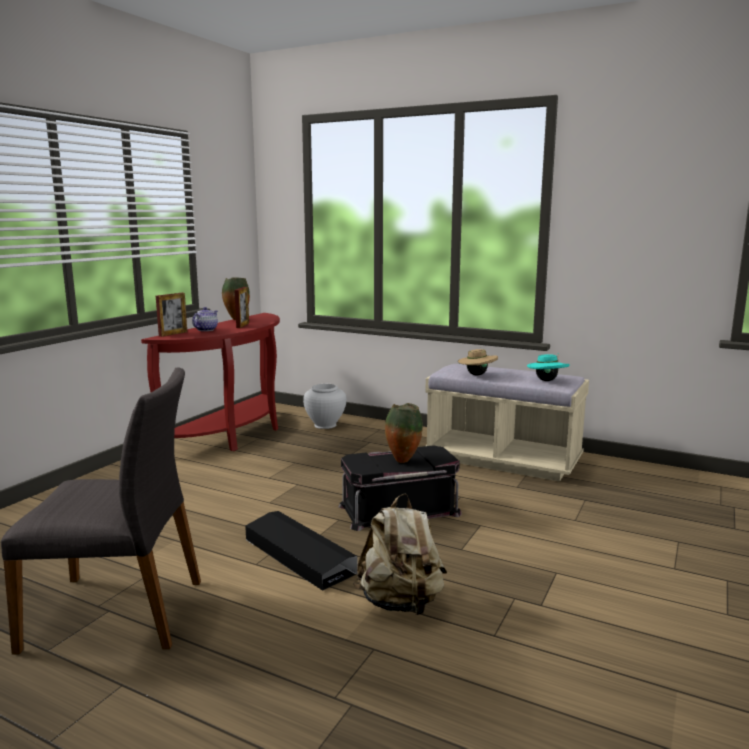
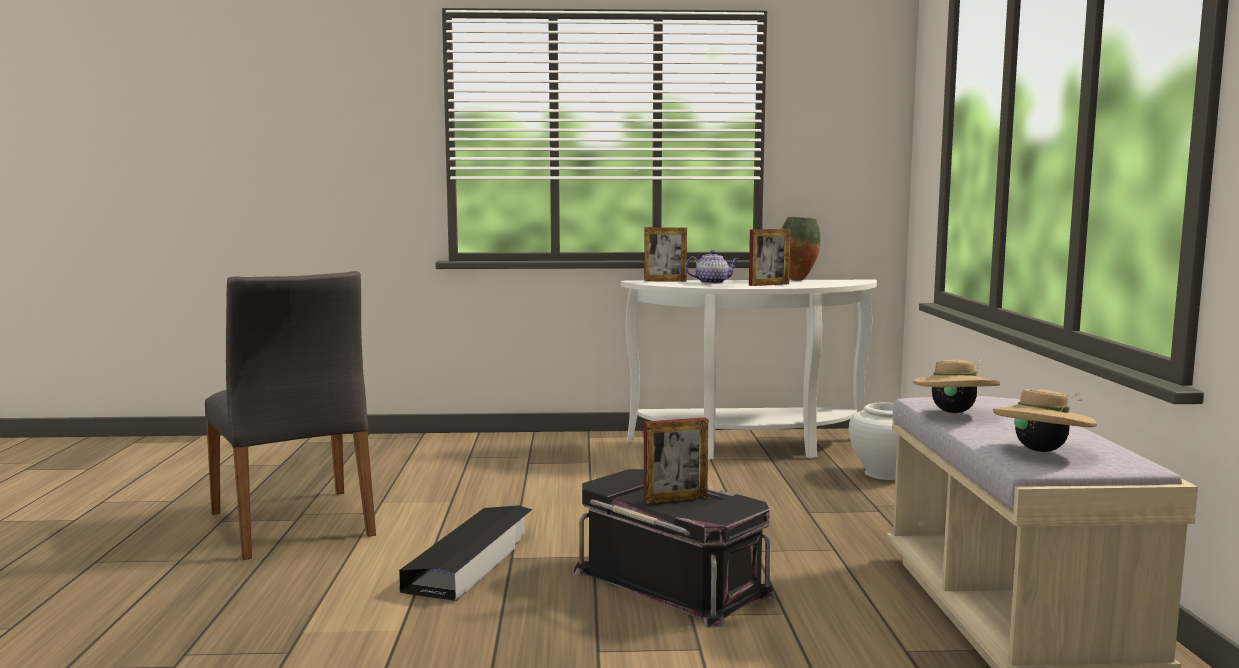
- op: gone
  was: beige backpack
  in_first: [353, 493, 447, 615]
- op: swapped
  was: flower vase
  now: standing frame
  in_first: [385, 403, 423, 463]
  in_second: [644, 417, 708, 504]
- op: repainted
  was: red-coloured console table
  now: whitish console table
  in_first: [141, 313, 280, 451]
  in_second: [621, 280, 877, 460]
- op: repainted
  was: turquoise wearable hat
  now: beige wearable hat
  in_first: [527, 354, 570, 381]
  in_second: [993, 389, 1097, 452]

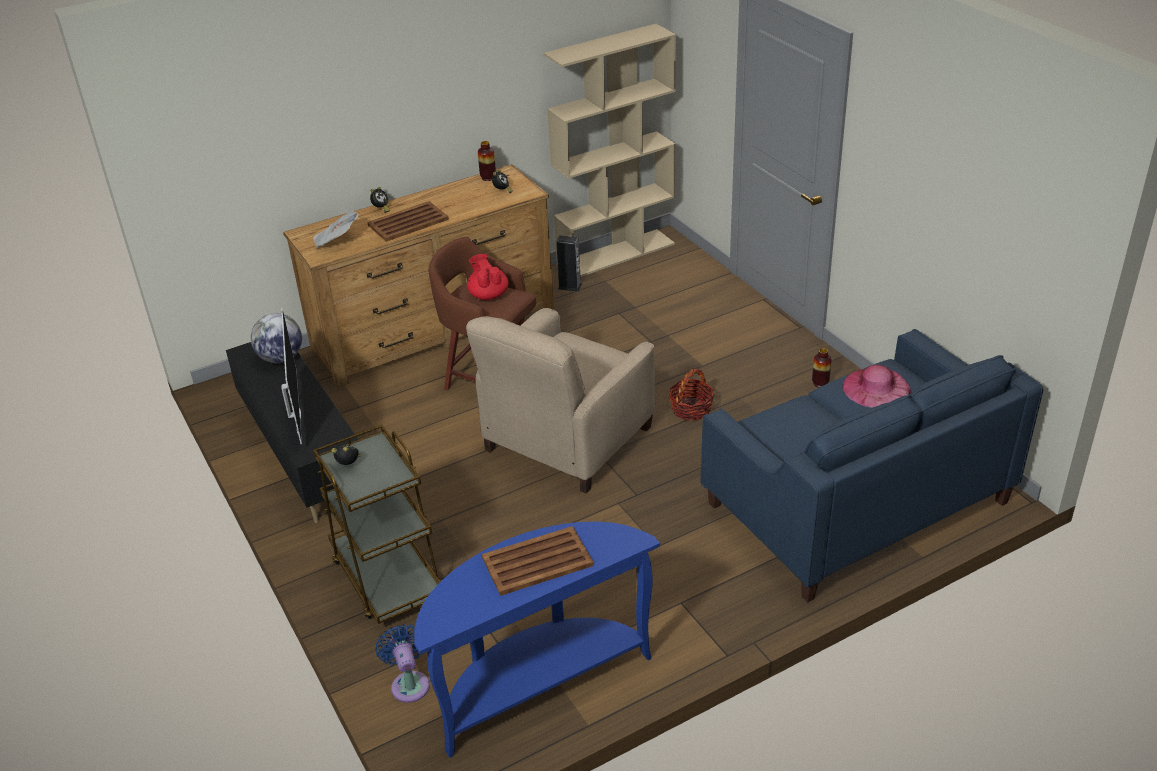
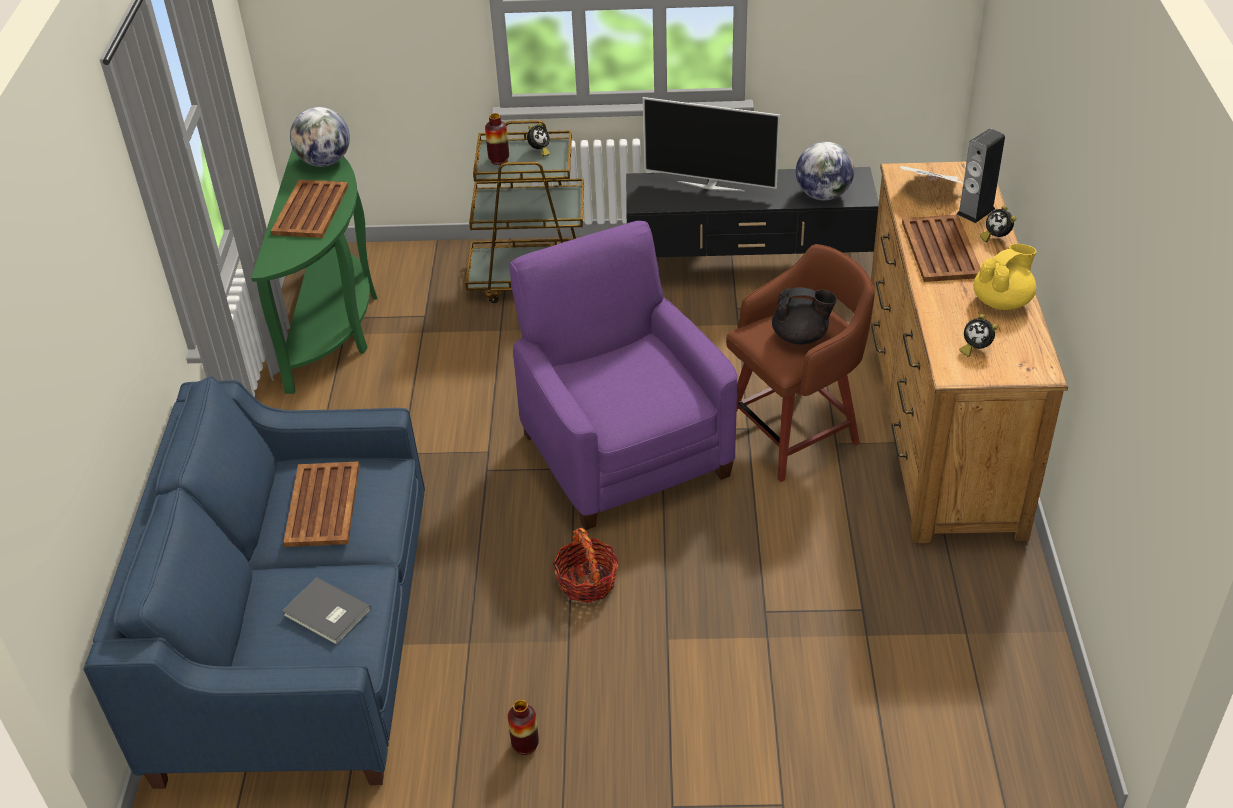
- op: gone
  was: blue-coloured fan
  in_first: [375, 624, 430, 703]
- op: gone
  was: beige shelving unit
  in_first: [544, 24, 676, 277]
- op: new
  now: brownish tray
  in_second: [283, 461, 359, 547]
- op: new
  now: globe
  in_second: [290, 107, 350, 167]
- op: new
  now: yellow teapot
  in_second: [973, 244, 1037, 310]
- op: shifted
  was: flower vase
  in_first: [478, 141, 496, 181]
  in_second: [485, 113, 509, 165]
- op: shifted
  was: audio speaker
  in_first: [556, 235, 582, 292]
  in_second: [957, 128, 1005, 223]
- op: swapped
  was: pink wearable hat
  now: gray bound book
  in_first: [842, 365, 911, 408]
  in_second: [282, 577, 371, 645]
- op: repainted
  was: blue-coloured console table
  now: green console table
  in_first: [414, 521, 660, 758]
  in_second: [251, 148, 377, 394]
- op: repainted
  was: beige easy chair
  now: purple-coloured easy chair
  in_first: [466, 308, 655, 493]
  in_second: [510, 221, 737, 530]
- op: repainted
  was: red-coloured teapot
  now: black-coloured teapot
  in_first: [467, 254, 509, 300]
  in_second: [772, 287, 837, 344]

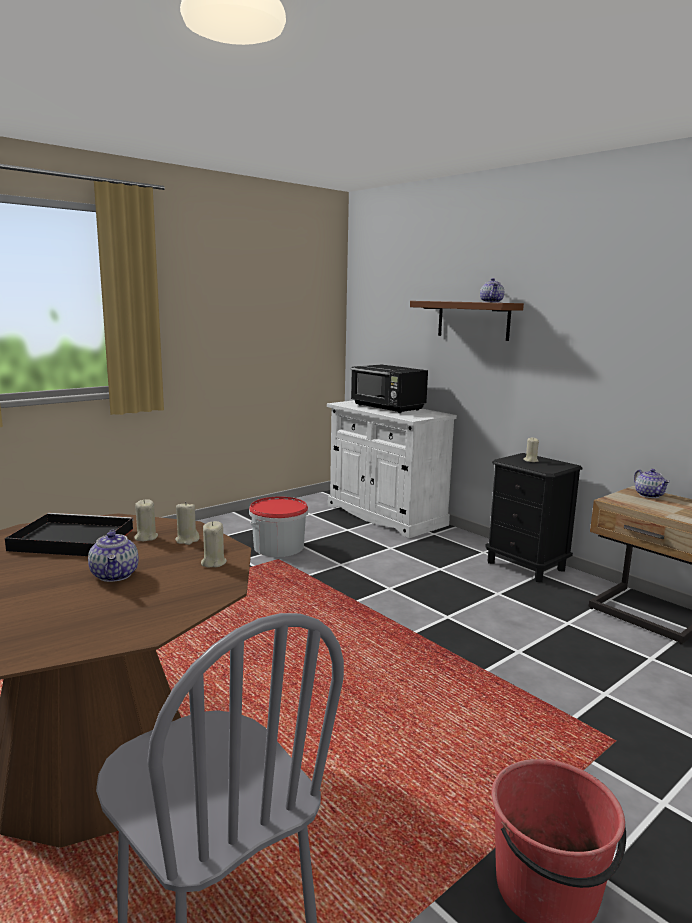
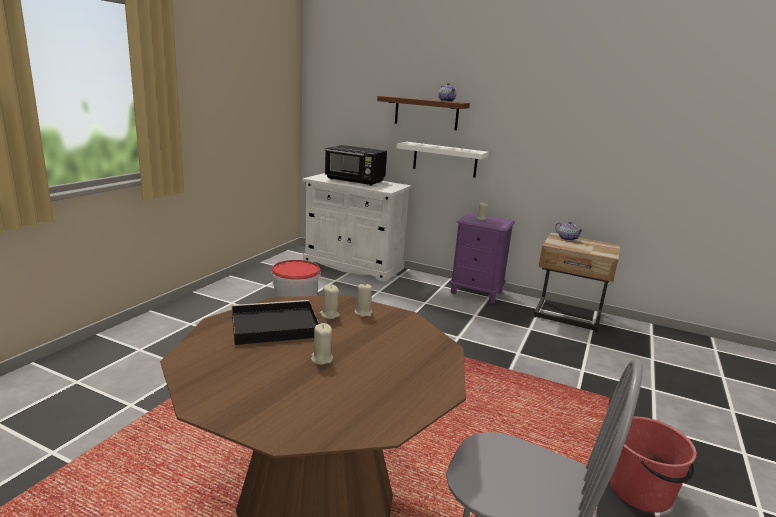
- op: gone
  was: teapot
  in_first: [88, 530, 139, 582]
- op: new
  now: whitish wall shelf
  in_second: [397, 142, 489, 178]
- op: shifted
  was: beige candle
  in_first: [201, 521, 227, 568]
  in_second: [311, 323, 333, 365]
- op: repainted
  was: black-coloured nightstand
  now: purple-coloured nightstand
  in_first: [485, 453, 583, 582]
  in_second: [450, 213, 515, 303]

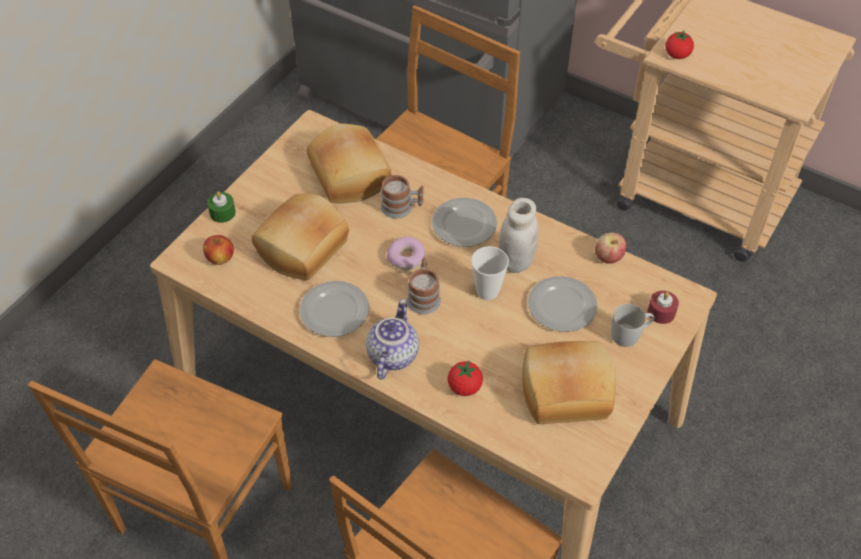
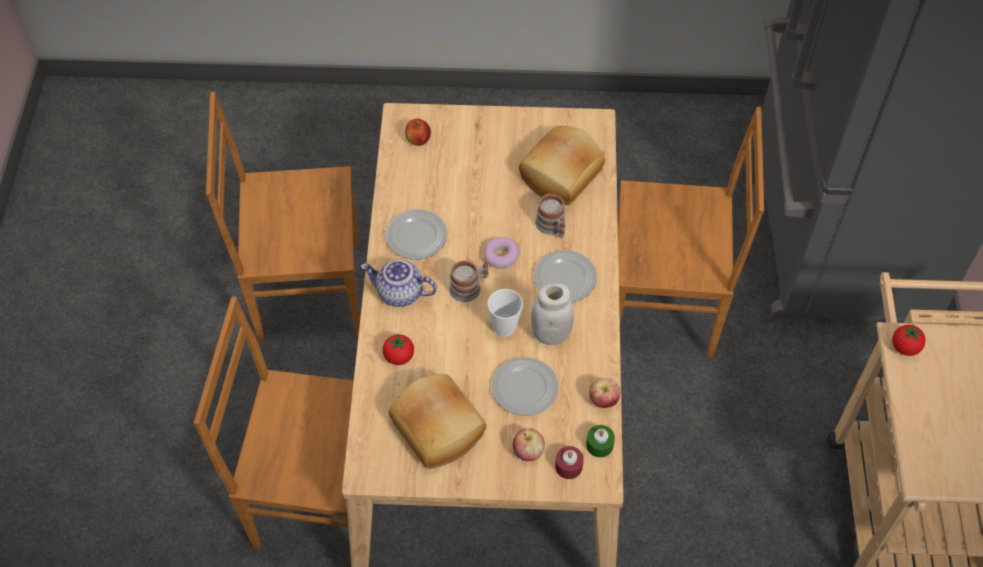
- op: gone
  was: bread
  in_first: [252, 194, 349, 280]
- op: shifted
  was: green candle
  in_first: [207, 192, 236, 223]
  in_second: [586, 425, 615, 458]
- op: swapped
  was: whitish tea mug
  now: apple fruit
  in_first: [611, 304, 654, 347]
  in_second: [513, 428, 545, 461]
- op: rotated
  was: teapot
  in_first: [366, 299, 419, 379]
  in_second: [361, 260, 437, 307]
  clockwise: -150

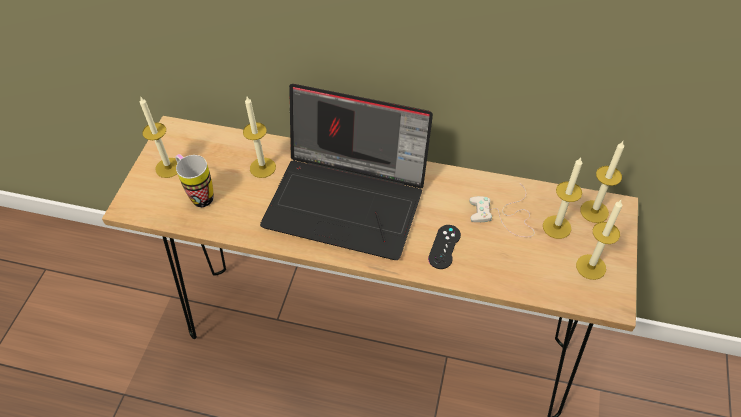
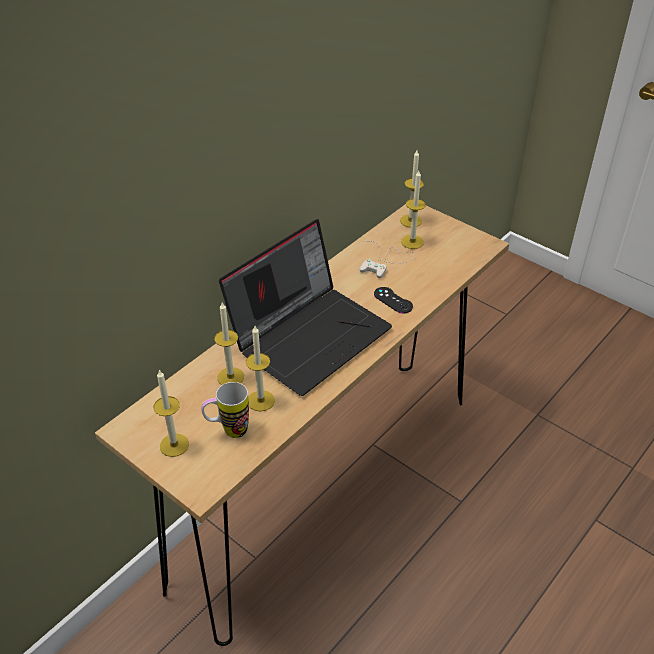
- op: shifted
  was: candle
  in_first: [576, 200, 623, 280]
  in_second: [246, 326, 275, 411]

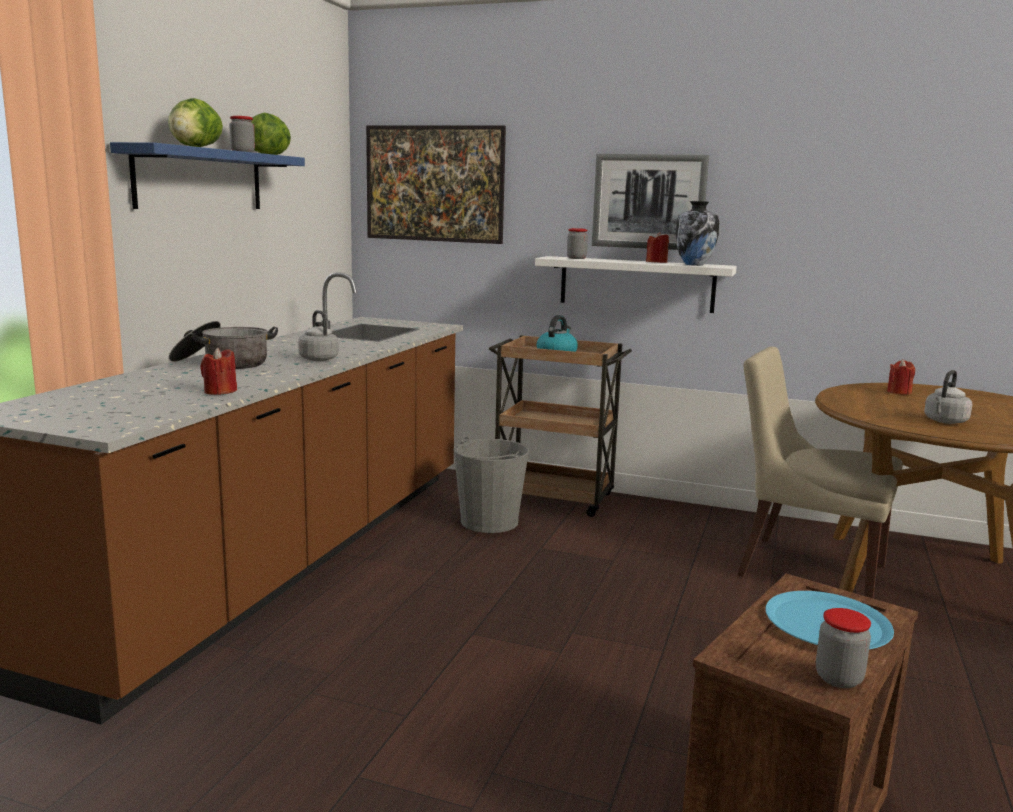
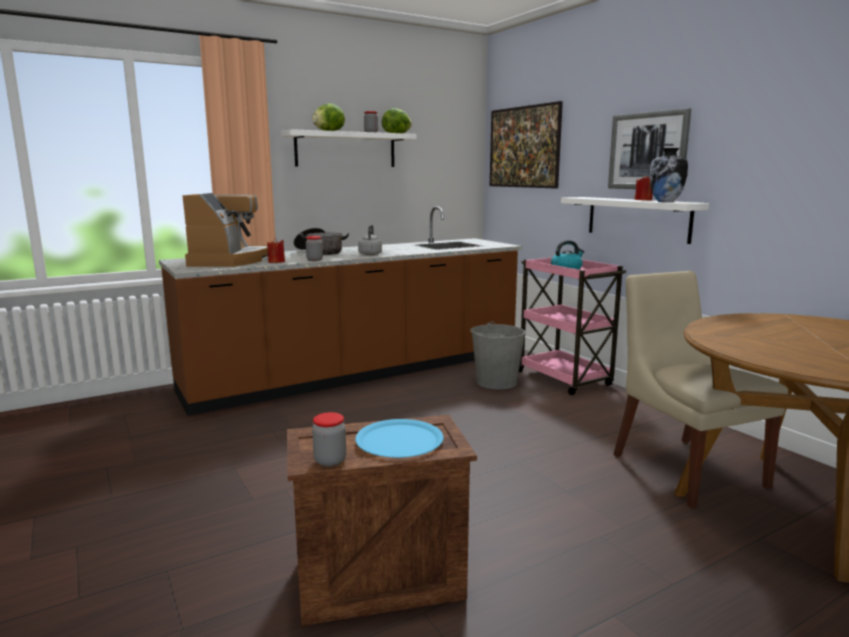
- op: gone
  was: red-coloured candle
  in_first: [887, 359, 915, 395]
- op: gone
  was: gray tea kettle
  in_first: [924, 370, 972, 424]
- op: new
  now: coffee brewer
  in_second: [182, 193, 268, 267]
- op: shifted
  was: preserve jar
  in_first: [567, 228, 588, 259]
  in_second: [306, 236, 323, 261]
- op: repainted
  was: blue-coloured wall shelf
  now: whitish wall shelf
  in_first: [110, 142, 305, 209]
  in_second: [281, 129, 417, 167]
- op: repainted
  was: brownish trolley
  now: pink trolley
  in_first: [489, 335, 632, 517]
  in_second: [519, 258, 626, 395]

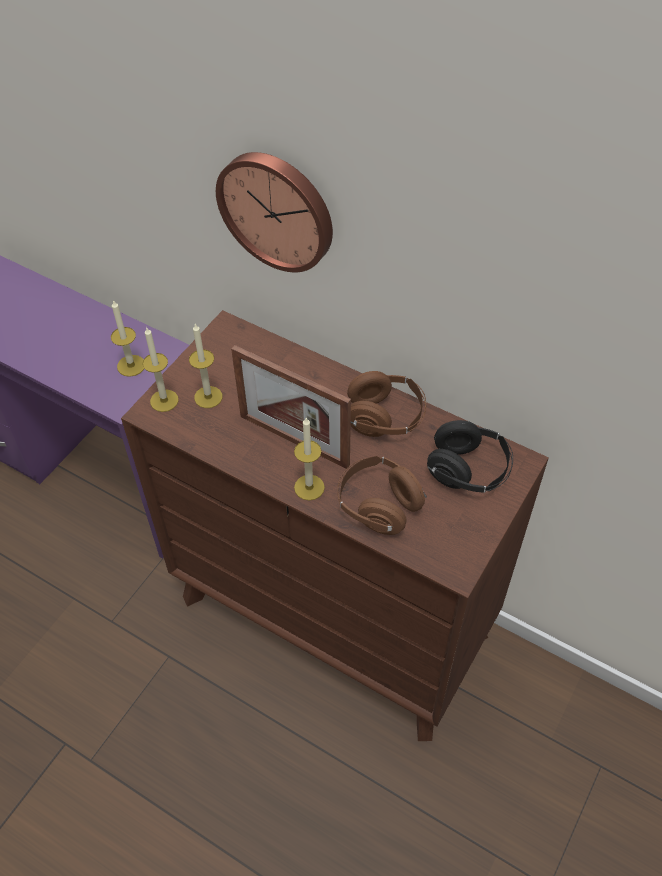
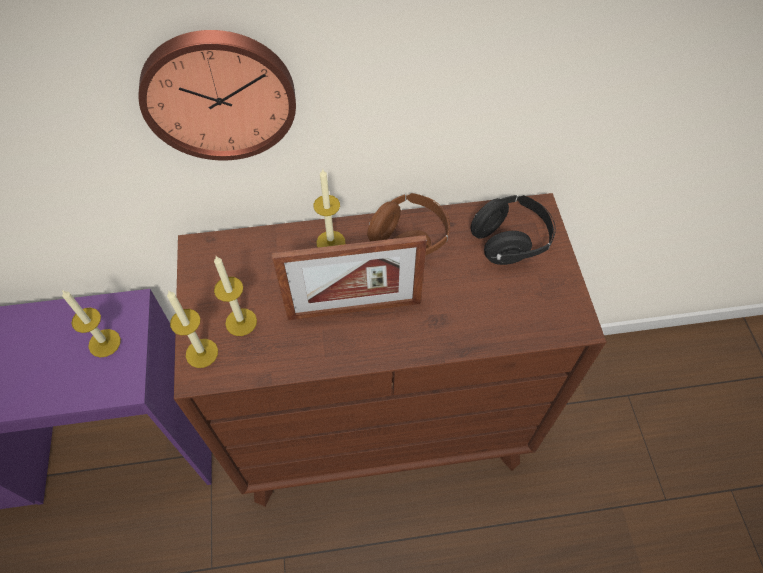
- op: gone
  was: brownish headset
  in_first: [337, 456, 427, 535]
- op: shifted
  was: candle
  in_first: [294, 418, 325, 500]
  in_second: [313, 168, 345, 248]

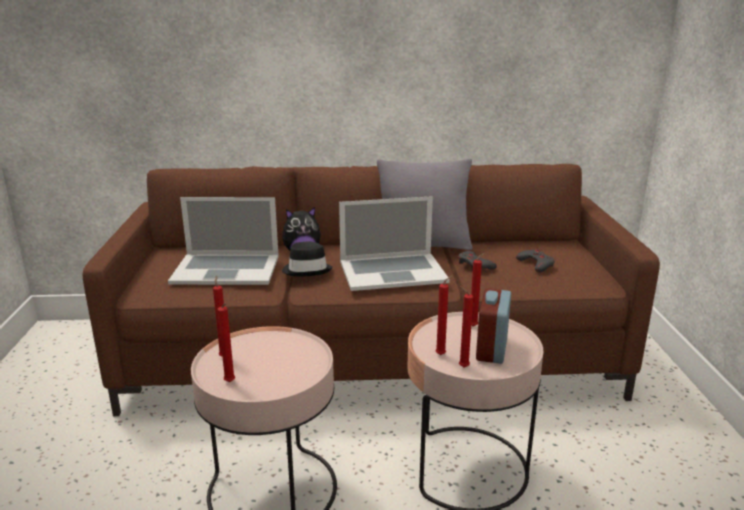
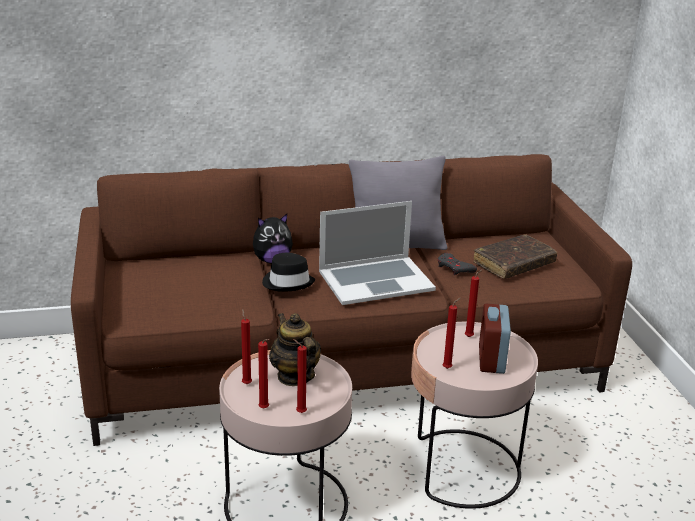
- op: gone
  was: portable computer
  in_first: [168, 197, 279, 285]
- op: new
  now: teapot
  in_second: [269, 313, 321, 386]
- op: shifted
  was: red-coloured candle
  in_first: [459, 286, 473, 367]
  in_second: [293, 339, 307, 413]
- op: swapped
  was: gray joypad
  now: brownish bound book
  in_first: [516, 249, 555, 272]
  in_second: [473, 234, 557, 279]

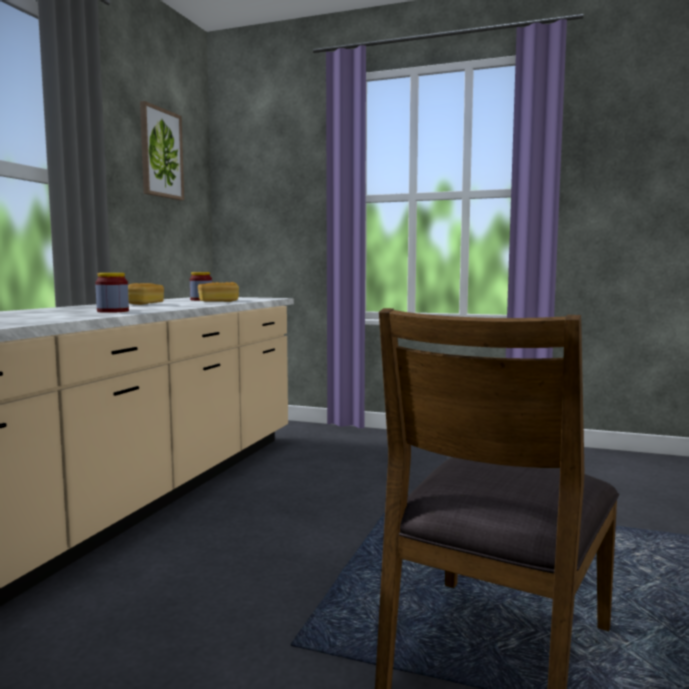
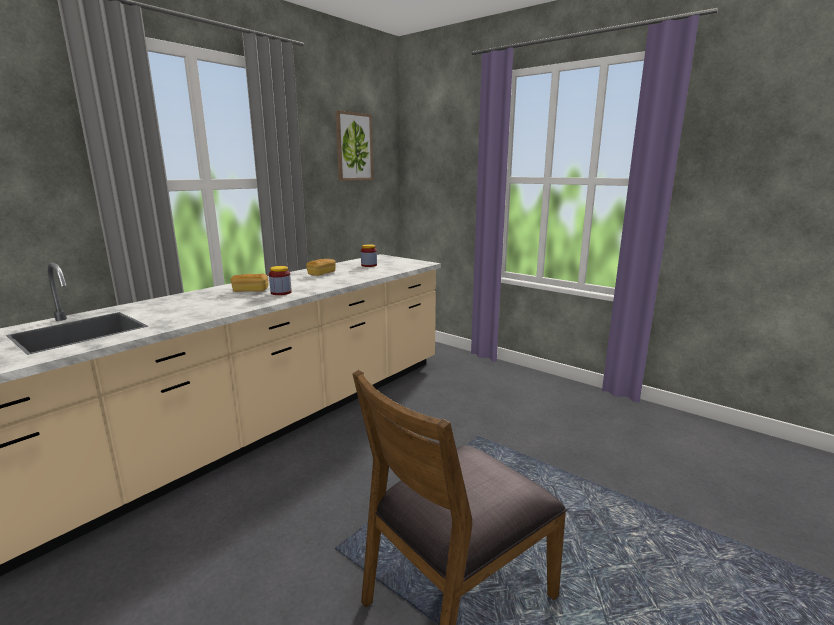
- op: shifted
  was: bread
  in_first: [198, 282, 239, 302]
  in_second: [231, 274, 268, 292]

